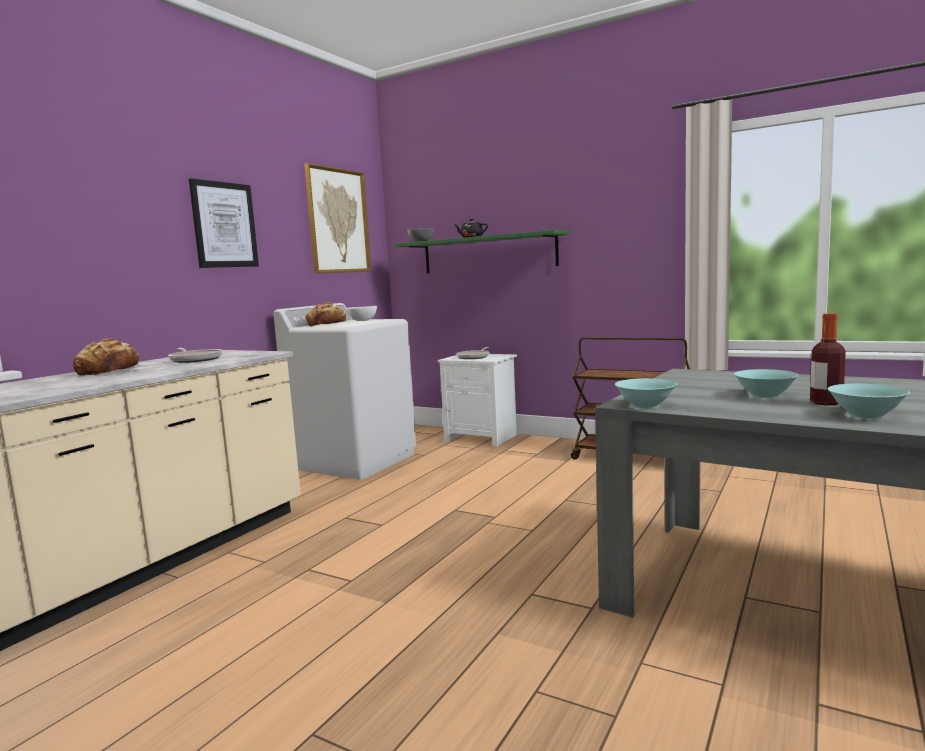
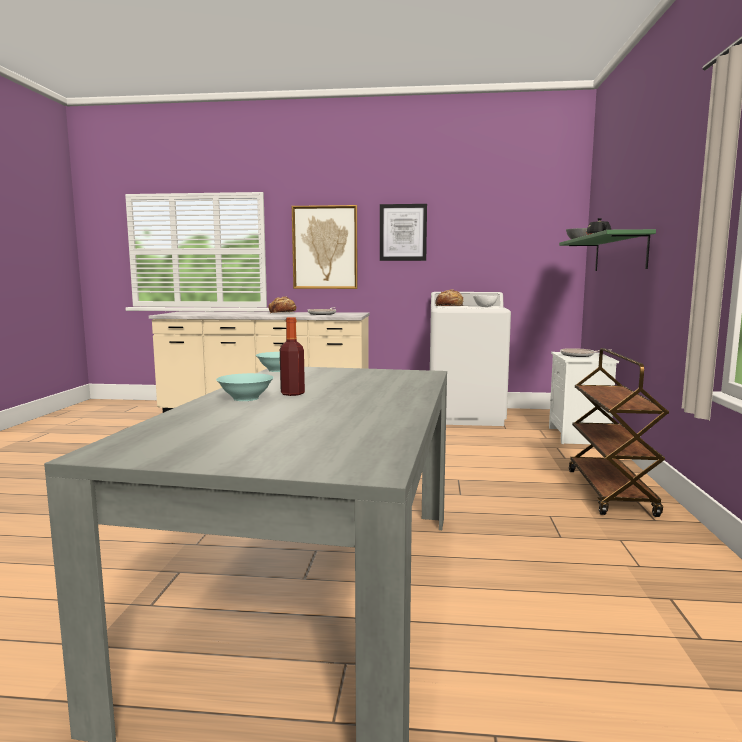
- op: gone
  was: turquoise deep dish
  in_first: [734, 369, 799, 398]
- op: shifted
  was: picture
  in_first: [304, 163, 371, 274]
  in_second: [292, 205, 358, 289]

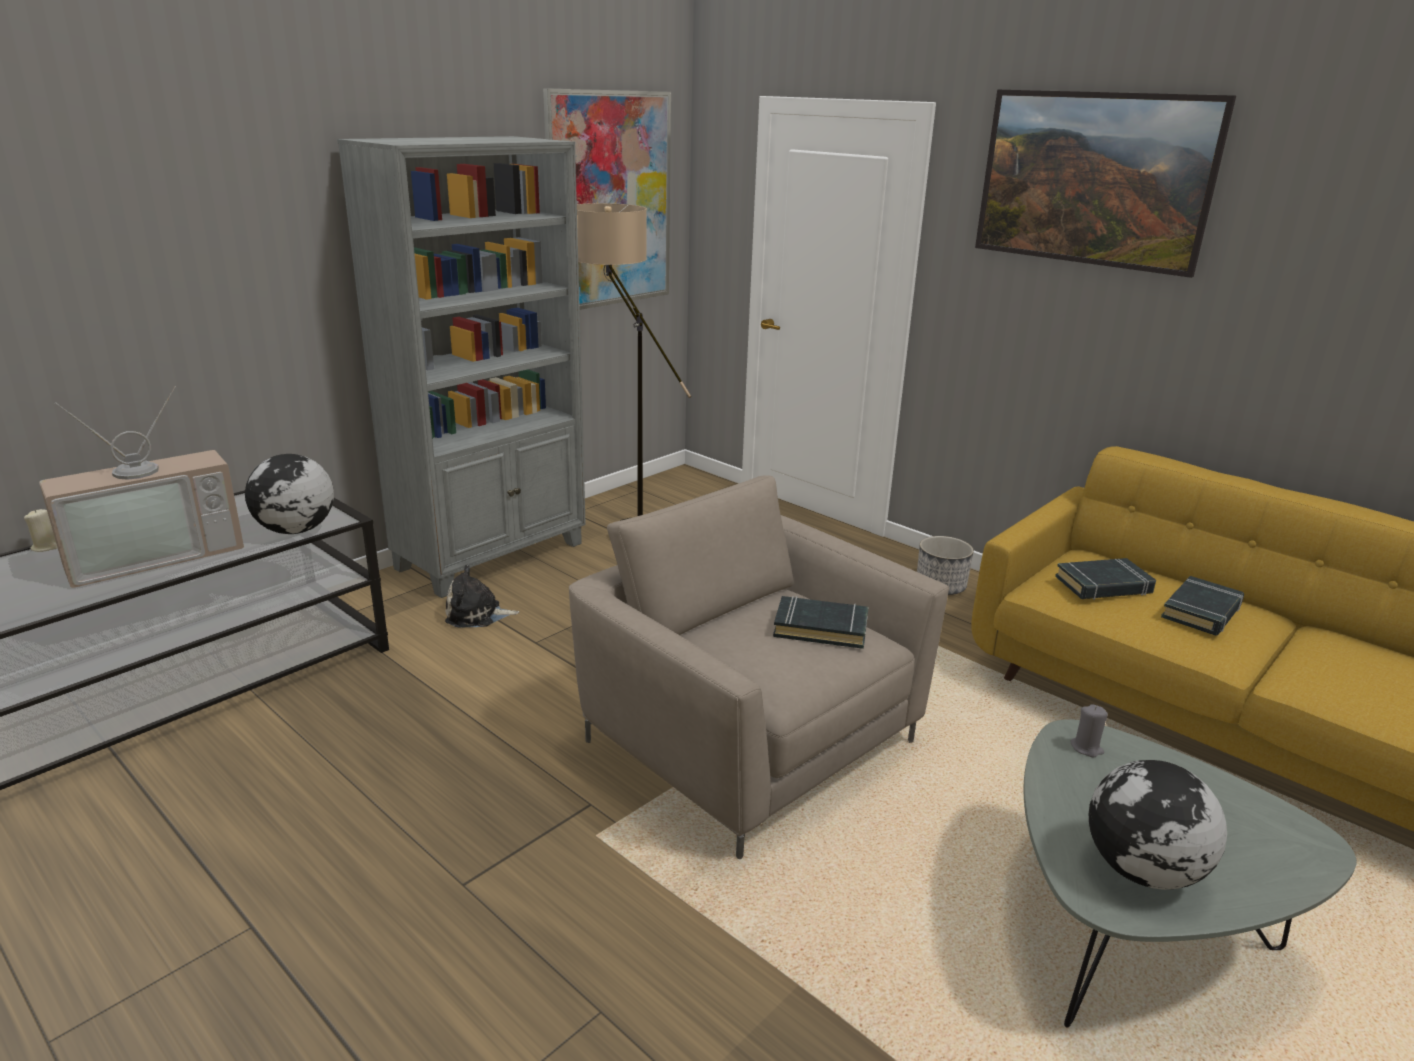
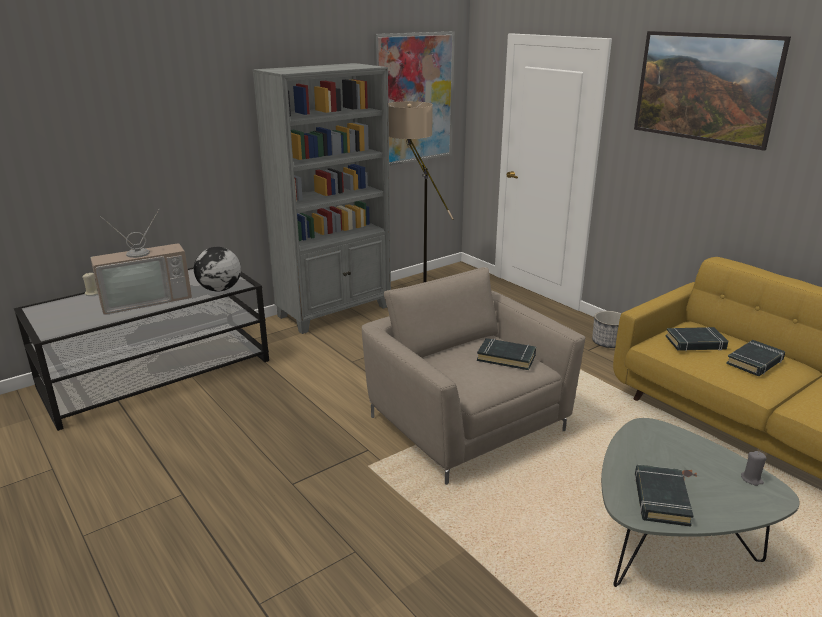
- op: gone
  was: cuddly toy
  in_first: [445, 565, 519, 627]
- op: shifted
  was: gray candle
  in_first: [1071, 704, 1108, 758]
  in_second: [741, 451, 767, 486]
- op: swapped
  was: globe
  now: black-coloured bound book
  in_first: [1089, 760, 1227, 890]
  in_second: [635, 465, 693, 527]

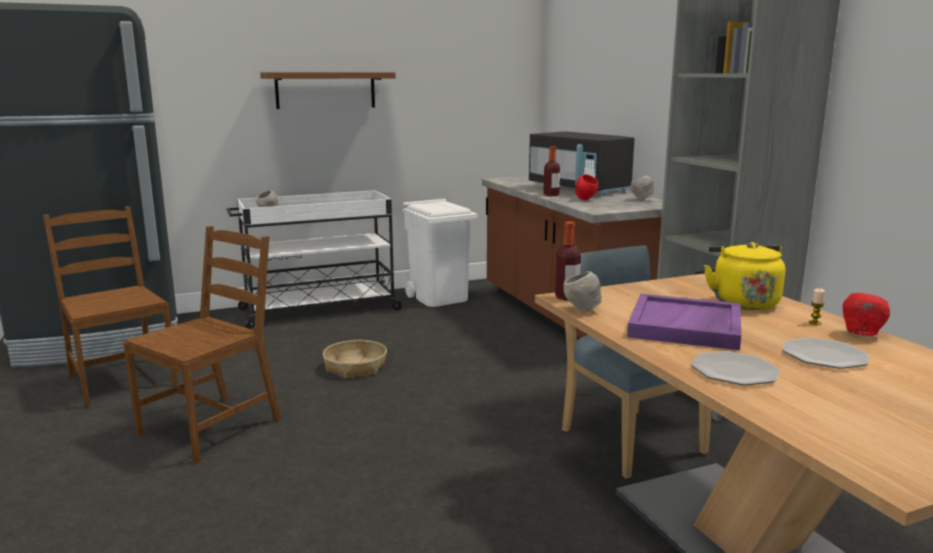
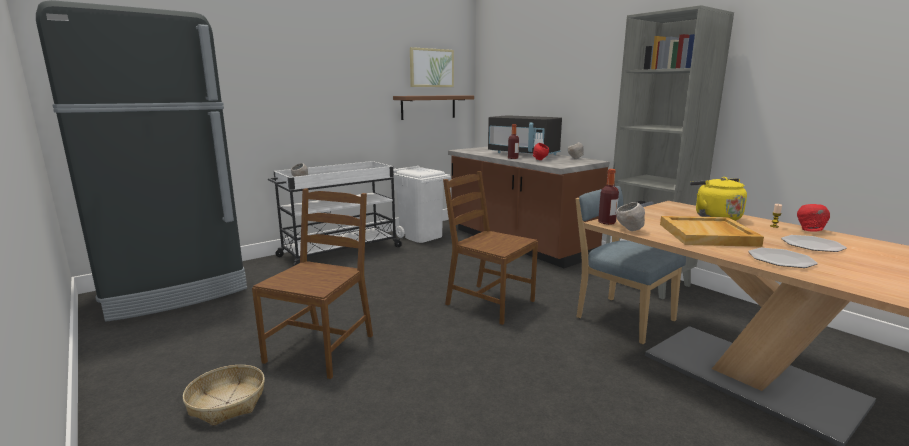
- op: new
  now: picture
  in_second: [410, 47, 454, 87]
- op: shifted
  was: brownish upright chair
  in_first: [43, 206, 178, 408]
  in_second: [443, 171, 538, 325]
- op: shifted
  was: brownish wall shelf
  in_first: [260, 72, 396, 109]
  in_second: [393, 95, 474, 120]
- op: shifted
  was: household basket
  in_first: [323, 340, 387, 379]
  in_second: [183, 365, 265, 426]
- op: repainted
  was: purple-coloured tray
  now: beige tray
  in_first: [627, 294, 741, 350]
  in_second: [660, 216, 764, 247]

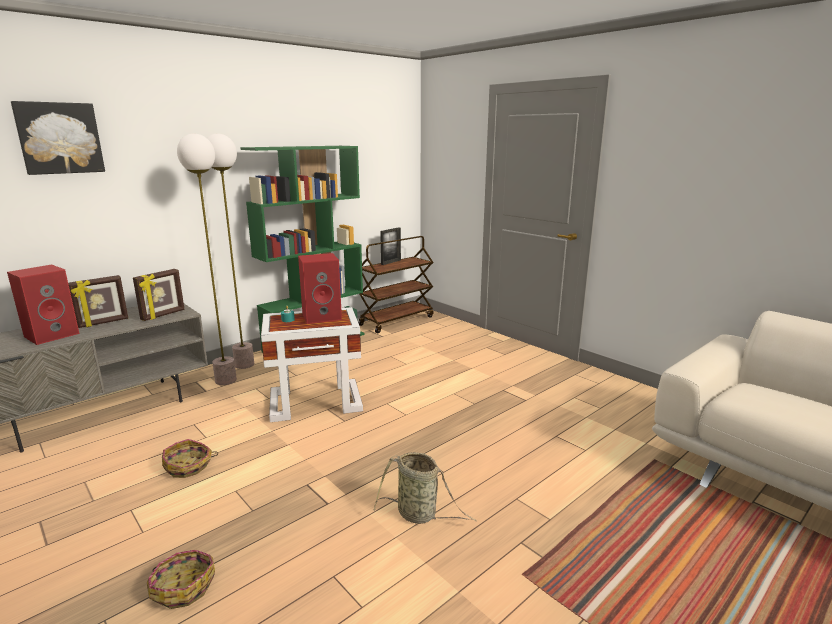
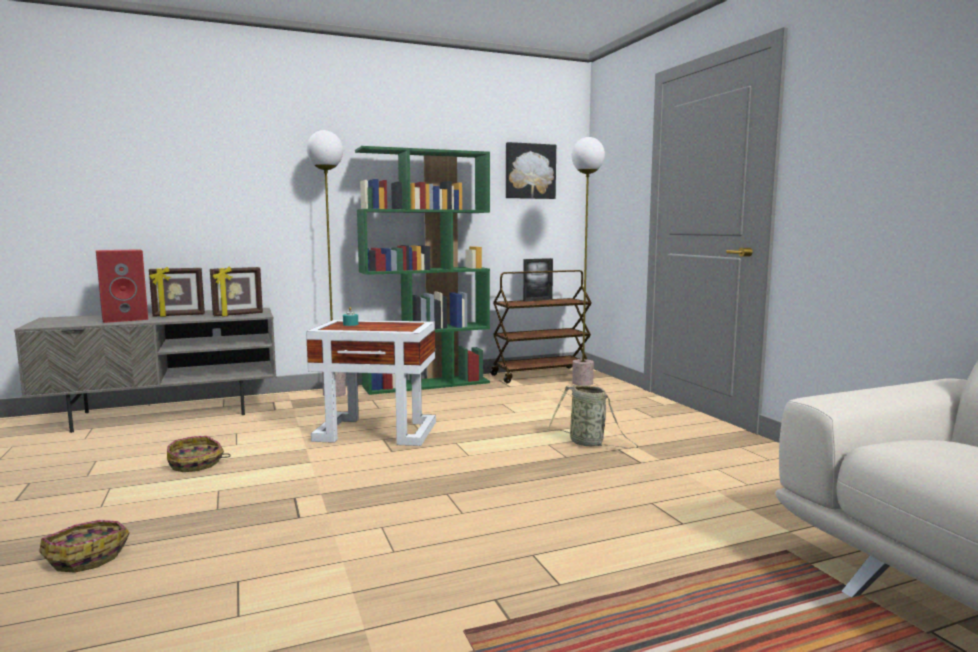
- op: gone
  was: red-coloured audio speaker
  in_first: [298, 253, 342, 324]
- op: shifted
  was: picture
  in_first: [11, 101, 105, 175]
  in_second: [506, 142, 556, 199]
- op: shifted
  was: standing lamp
  in_first: [177, 134, 237, 385]
  in_second: [571, 137, 605, 386]
- op: shifted
  was: household basket
  in_first: [374, 452, 477, 524]
  in_second: [547, 385, 638, 449]

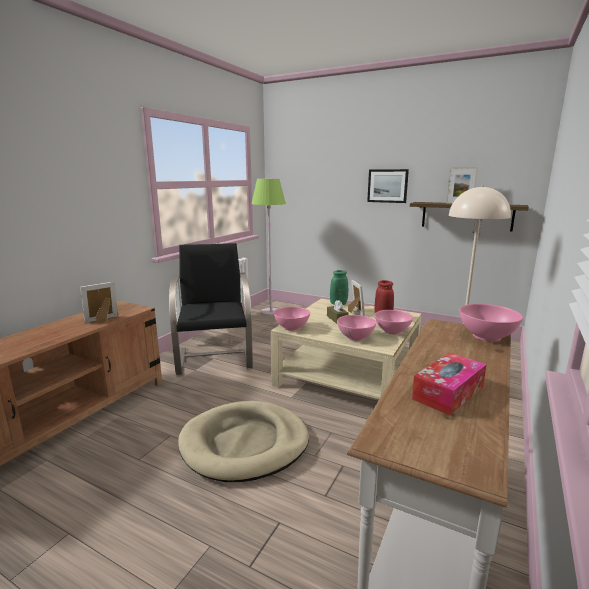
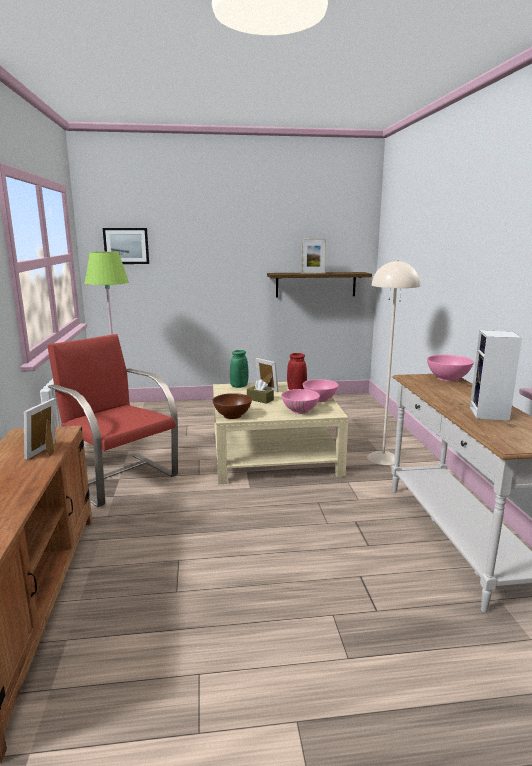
- op: gone
  was: beige dog bed
  in_first: [178, 401, 309, 482]
- op: shifted
  was: picture
  in_first: [367, 169, 409, 203]
  in_second: [103, 228, 149, 264]
- op: swapped
  was: tissue box
  now: audio speaker
  in_first: [412, 353, 487, 416]
  in_second: [470, 330, 522, 421]
- op: repainted
  was: black-coloured easy chair
  now: red-coloured easy chair
  in_first: [169, 243, 253, 375]
  in_second: [47, 334, 178, 507]
- op: repainted
  was: pink deep dish
  now: brownish deep dish
  in_first: [274, 307, 310, 331]
  in_second: [212, 393, 252, 419]

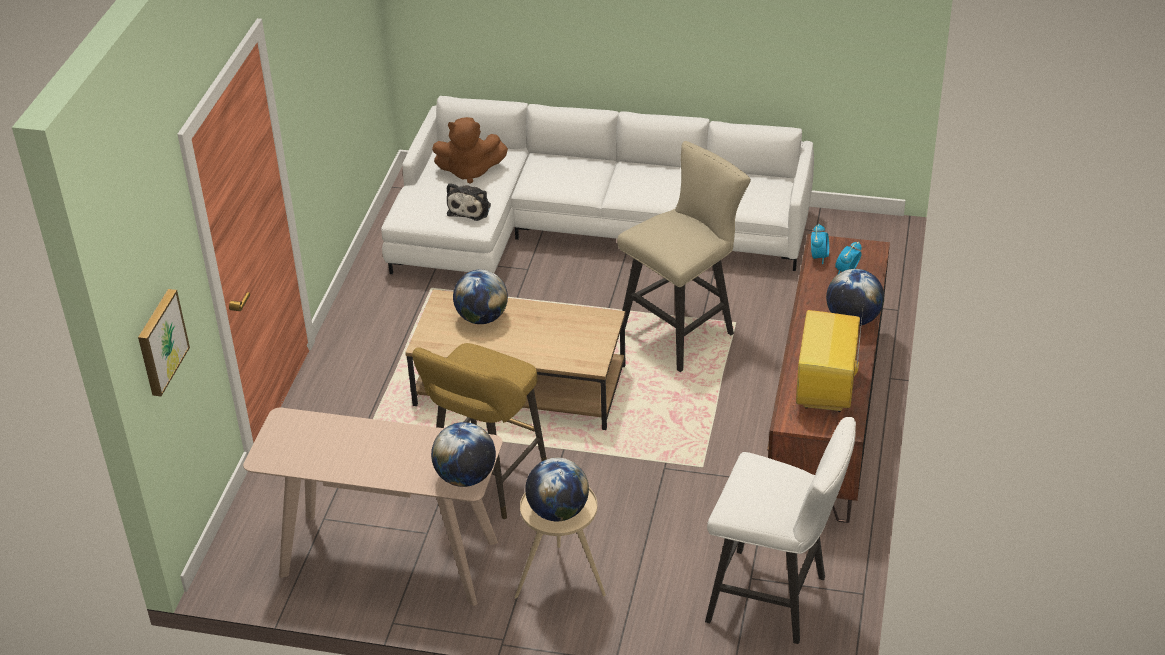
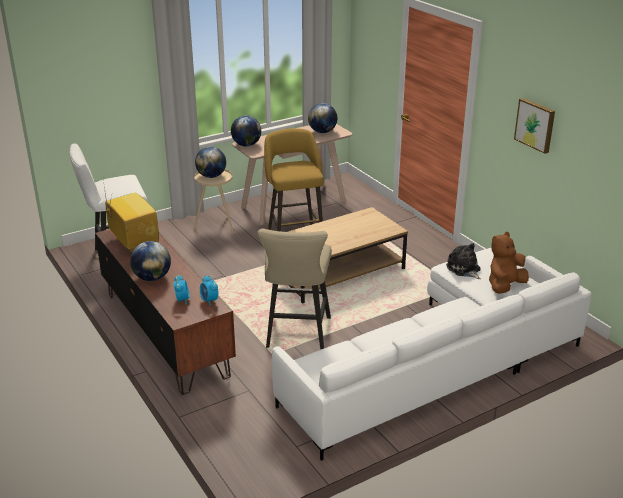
- op: shifted
  was: picture
  in_first: [138, 289, 190, 396]
  in_second: [514, 98, 555, 154]
- op: shifted
  was: globe
  in_first: [453, 270, 508, 324]
  in_second: [308, 103, 337, 133]

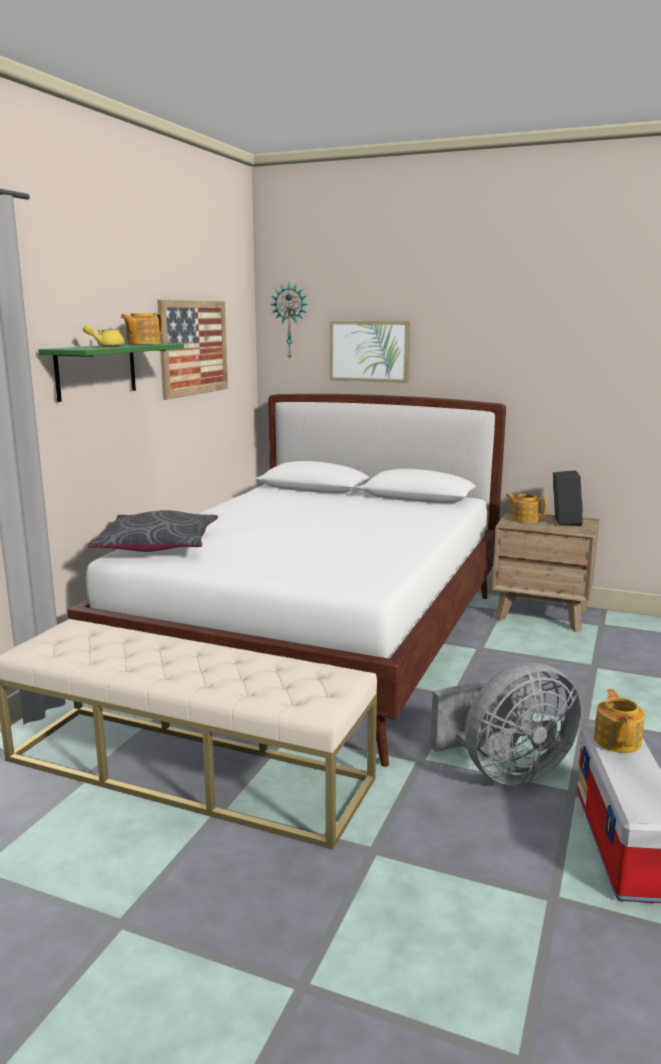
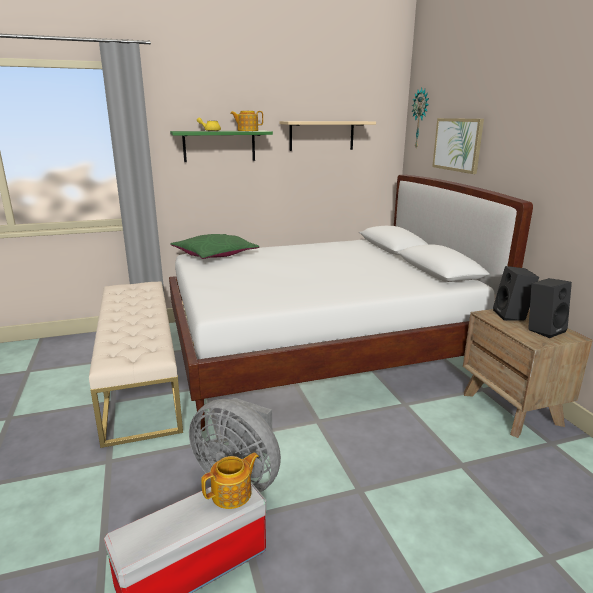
- op: swapped
  was: picture
  now: beige wall shelf
  in_first: [157, 300, 228, 400]
  in_second: [279, 121, 376, 151]
- op: swapped
  was: teapot
  now: black-coloured audio speaker
  in_first: [506, 493, 547, 523]
  in_second: [493, 266, 539, 321]
- op: repainted
  was: gray throw pillow
  now: green throw pillow
  in_first: [88, 510, 218, 552]
  in_second: [170, 234, 259, 259]

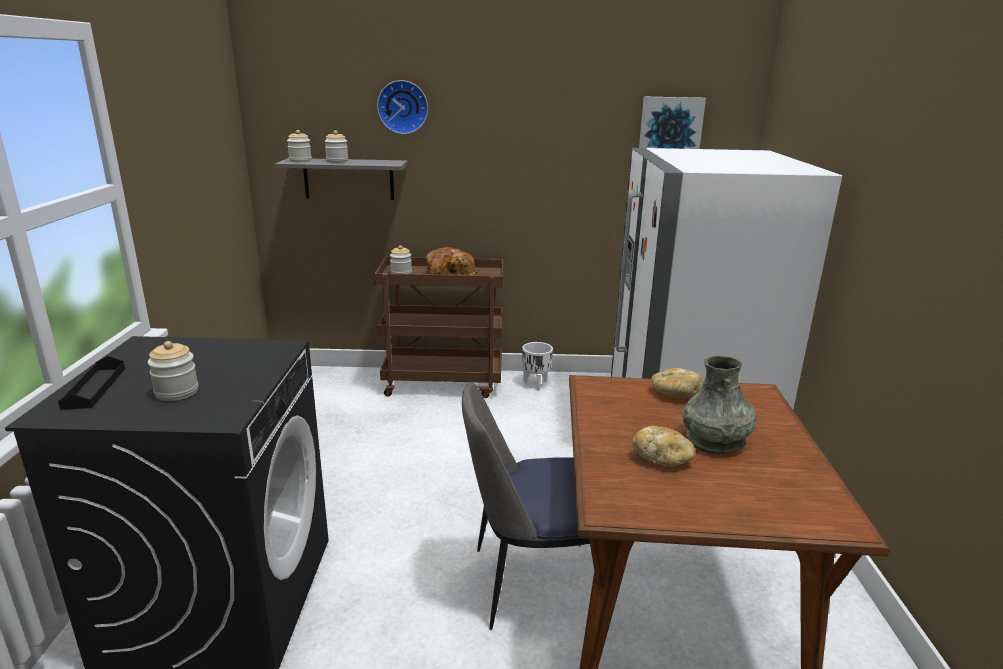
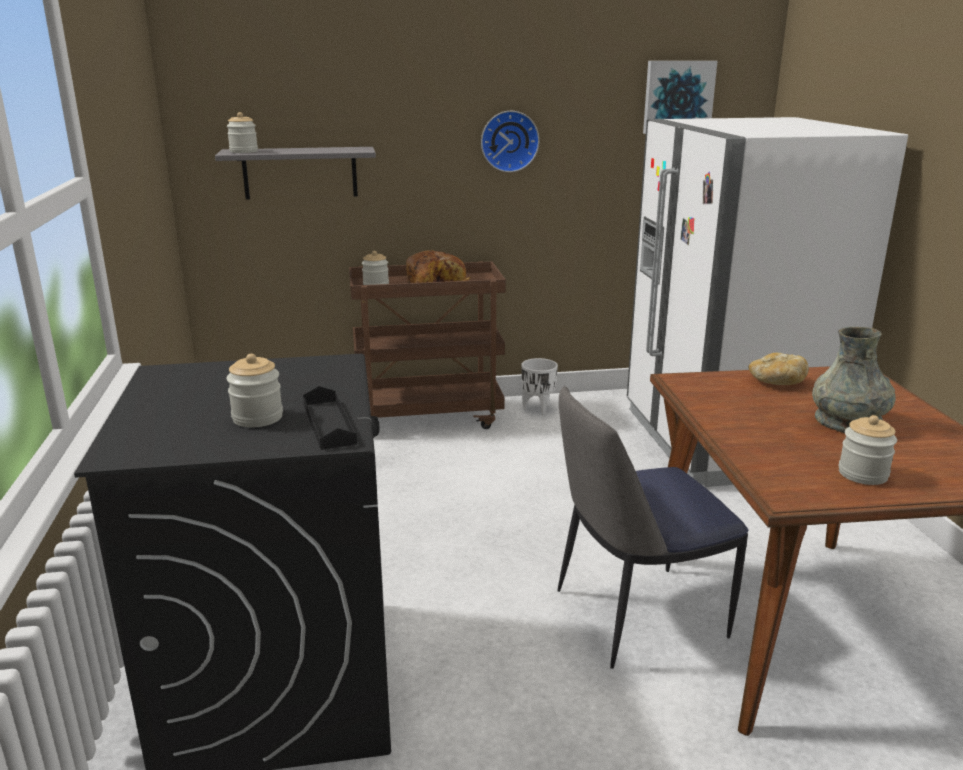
- op: gone
  was: bread
  in_first: [632, 426, 695, 467]
- op: shifted
  was: black-coloured tray
  in_first: [58, 356, 125, 410]
  in_second: [303, 386, 357, 450]
- op: shifted
  was: preserve jar
  in_first: [325, 130, 348, 163]
  in_second: [839, 415, 897, 485]
- op: shifted
  was: hanging clock
  in_first: [377, 80, 428, 134]
  in_second: [481, 111, 539, 172]

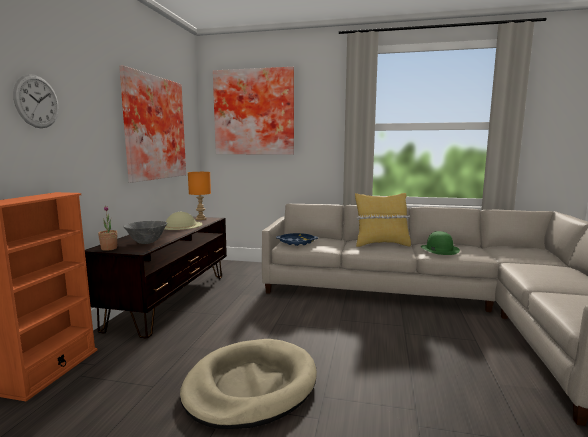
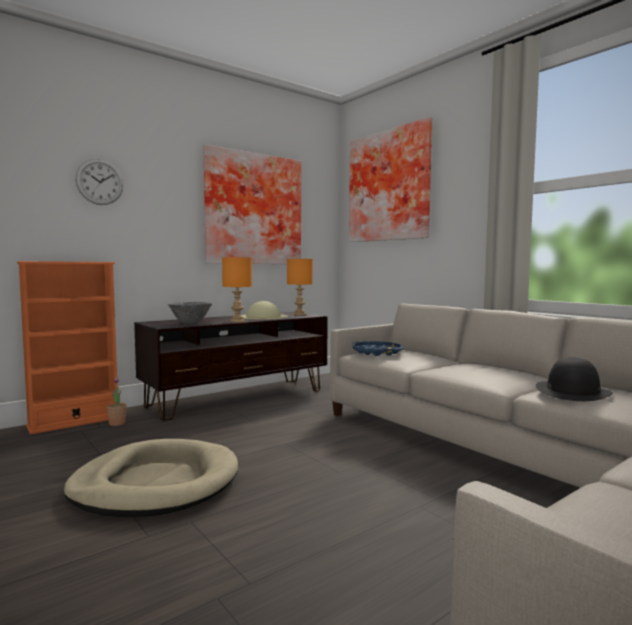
- op: gone
  was: yellow throw pillow
  in_first: [355, 193, 411, 247]
- op: new
  now: orangey table lamp
  in_second: [222, 257, 252, 323]
- op: shifted
  was: houseplant
  in_first: [98, 206, 117, 251]
  in_second: [107, 378, 127, 426]
- op: repainted
  was: green wearable hat
  now: black-coloured wearable hat
  in_first: [421, 231, 460, 255]
  in_second: [536, 358, 613, 401]

